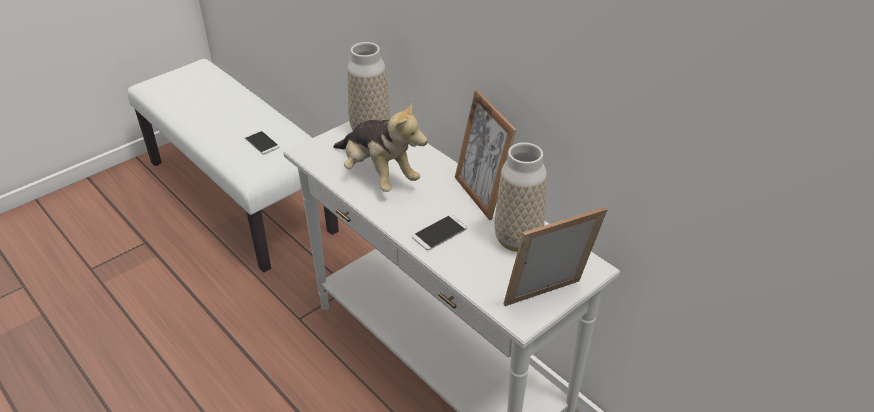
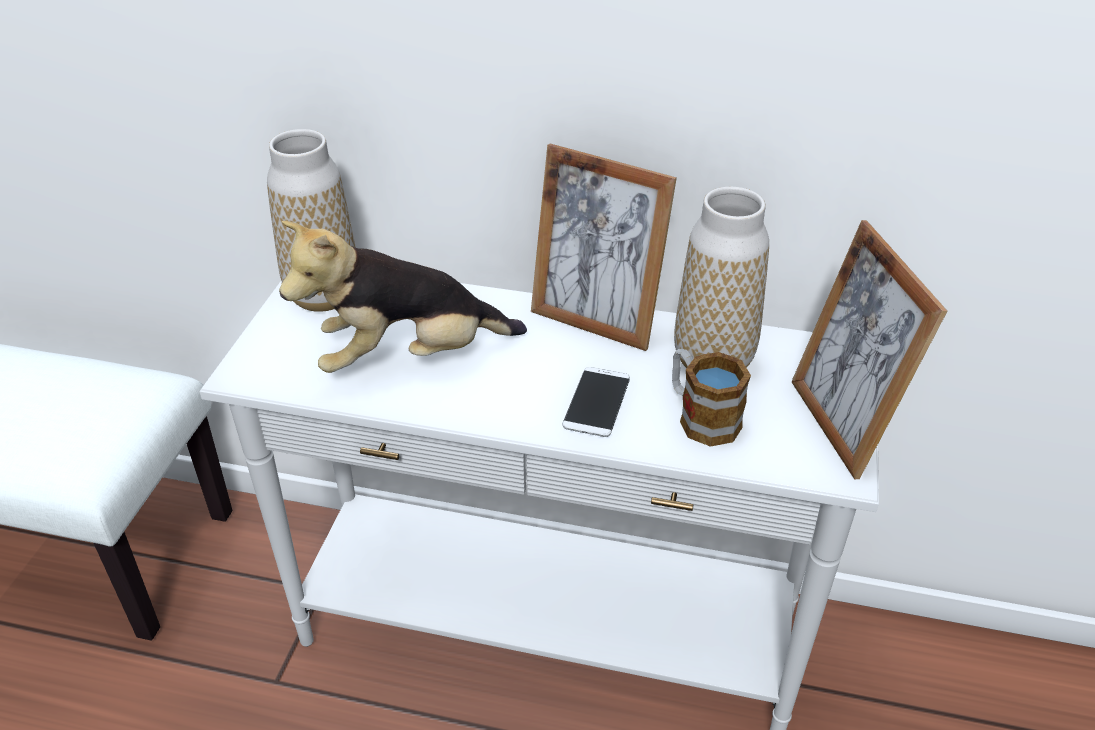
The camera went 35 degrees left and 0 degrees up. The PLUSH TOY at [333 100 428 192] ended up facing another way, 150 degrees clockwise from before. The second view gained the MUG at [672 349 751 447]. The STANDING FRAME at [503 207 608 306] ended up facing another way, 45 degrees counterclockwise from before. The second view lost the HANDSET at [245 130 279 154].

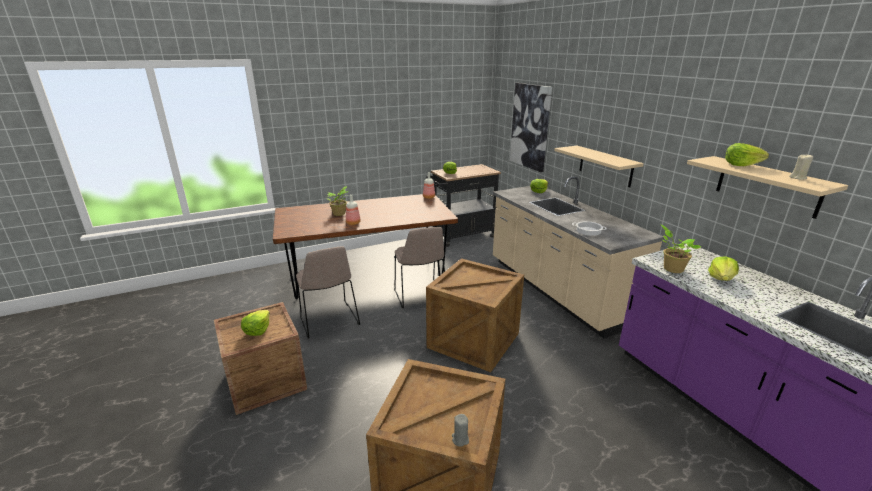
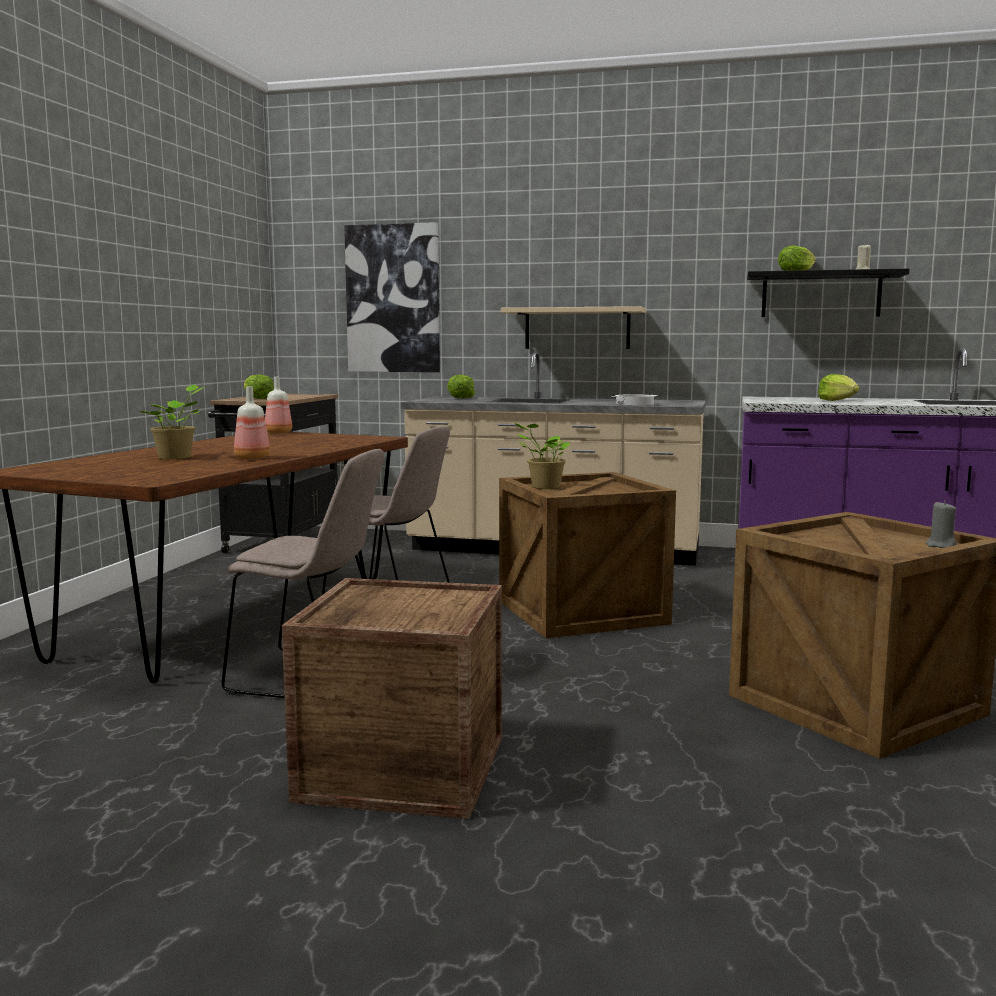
The camera went 50 degrees left and 15 degrees down. The POTTED PLANT ended up elsewhere, having gone from [660 224 702 273] to [515 423 570 489]. What was the SAND-COLOURED WALL SHELF at [687 156 849 219] turned into the BLACK WALL SHELF at [747 269 909 317]. The second view lost the HEAD OF LETTUCE at [241 310 270 336].

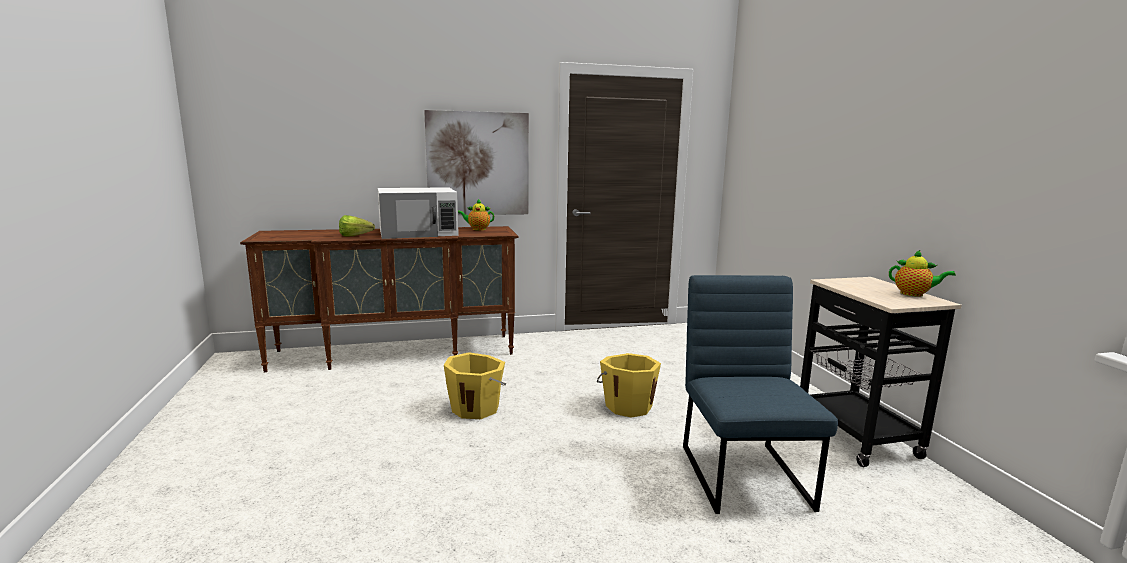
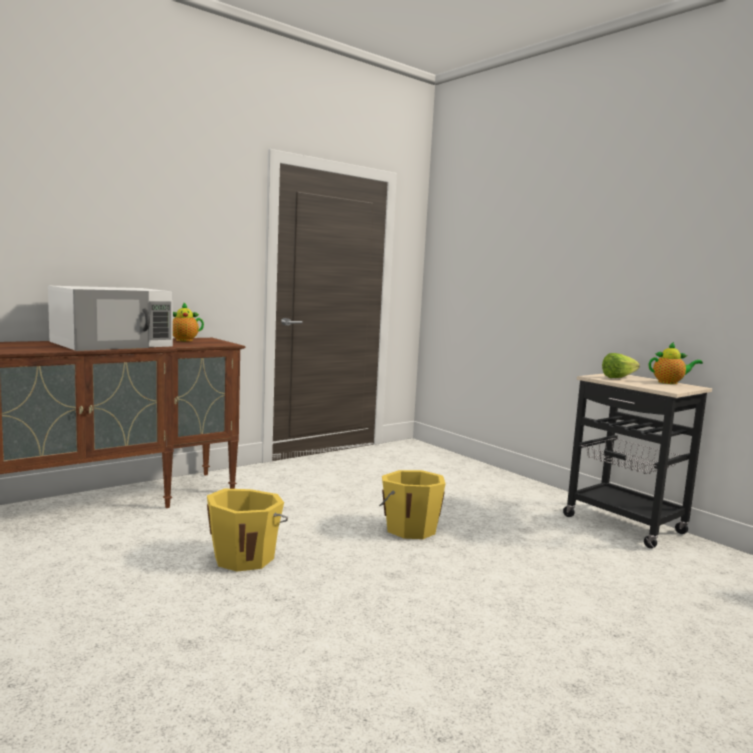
The camera went 25 degrees left and 5 degrees down. The HEAD OF LETTUCE ended up elsewhere, having gone from [339 215 375 236] to [602 353 640 378]. The second view lost the WALL ART at [424 110 529 215]. The second view lost the BLUE PLAIN CHAIR at [683 275 838 514].

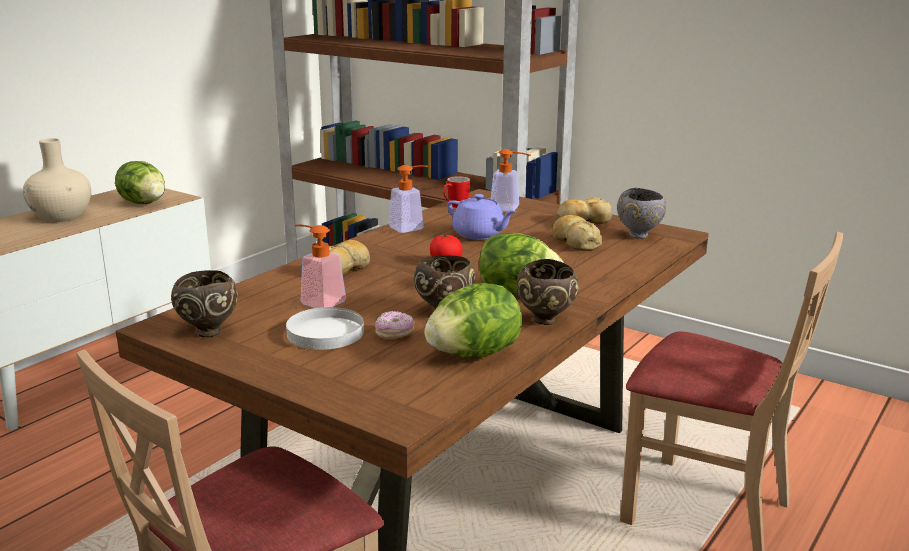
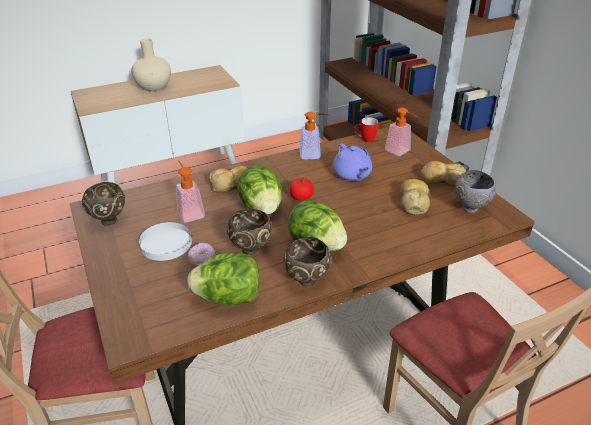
The camera went 30 degrees right and 15 degrees up. The HEAD OF LETTUCE ended up elsewhere, having gone from [115 161 165 204] to [237 165 282 215].

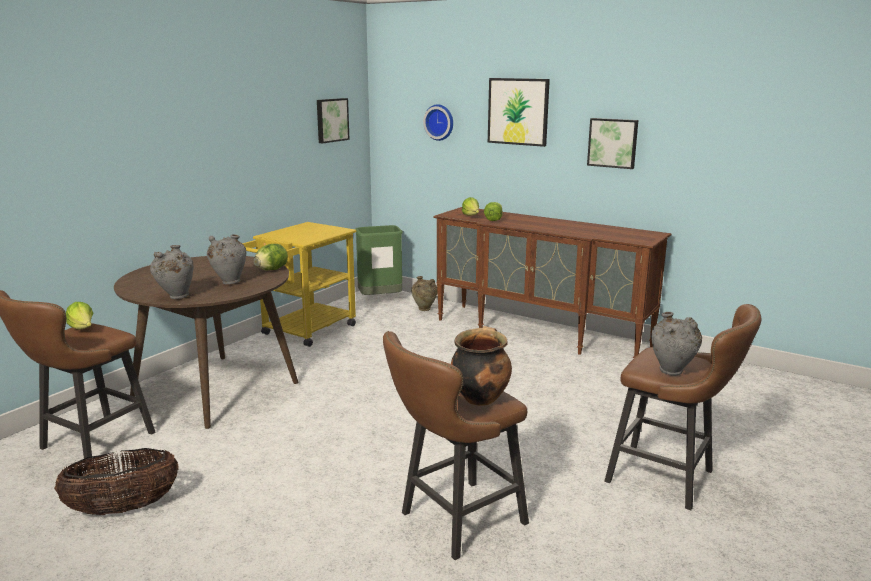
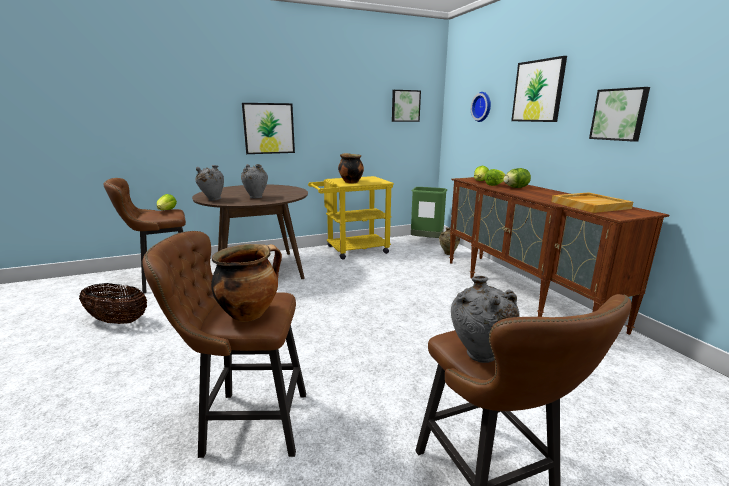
The camera went 35 degrees right and 0 degrees up. The second view gained the WALL ART at [242 103 295 154]. The second view gained the SAUCEPOT at [338 153 364 184]. The HEAD OF LETTUCE ended up elsewhere, having gone from [253 244 288 270] to [504 168 531 188]. The second view gained the SAND-COLOURED SERVING TRAY at [551 192 633 213].

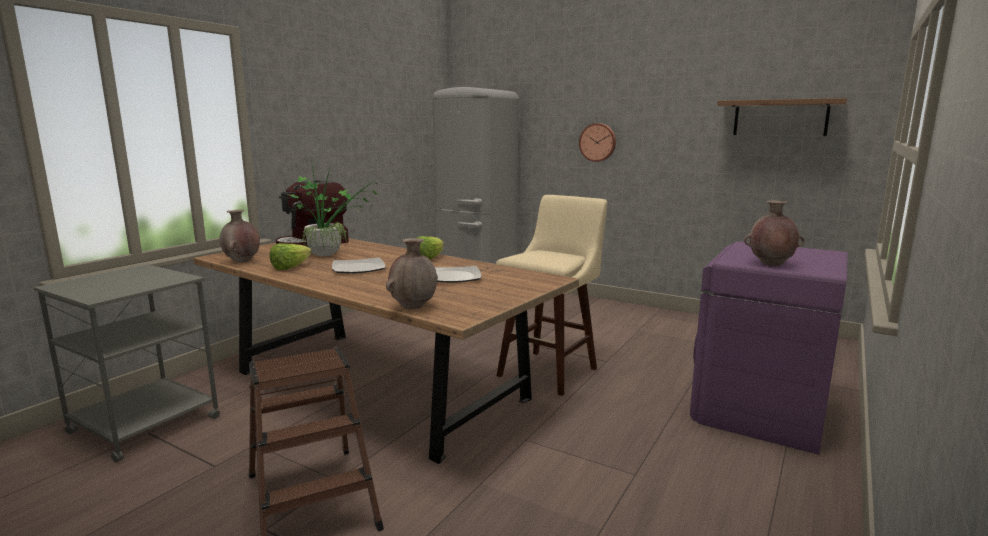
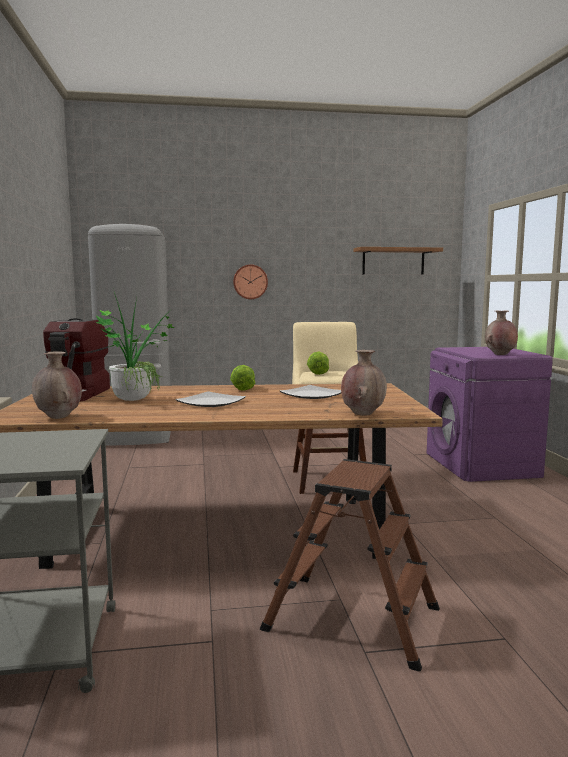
The camera went 40 degrees left and 5 degrees down. The HEAD OF LETTUCE ended up elsewhere, having gone from [269 243 312 270] to [307 351 329 375].

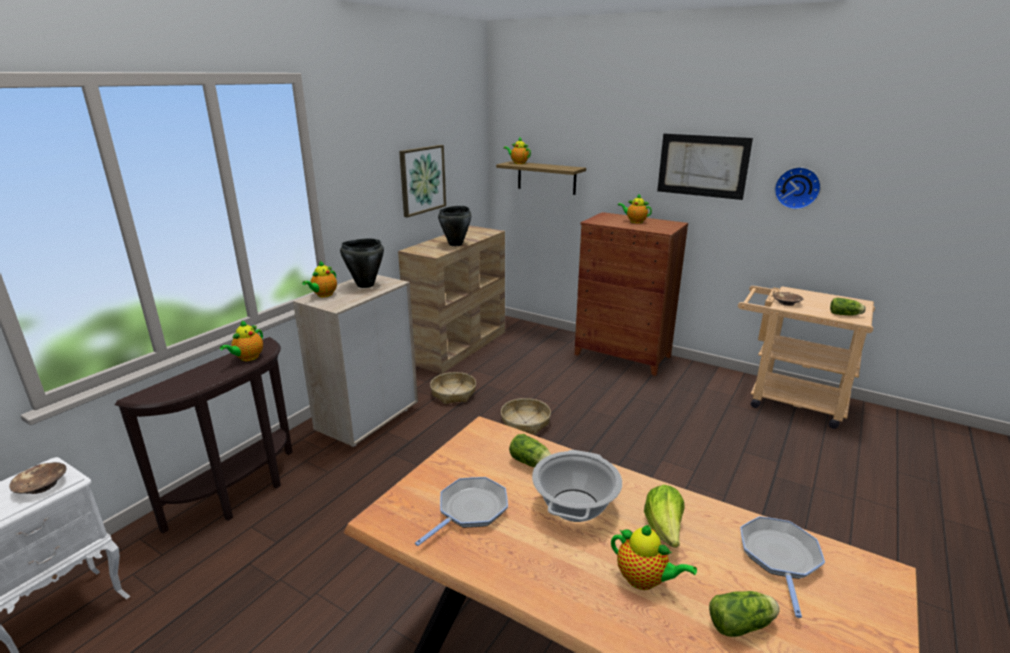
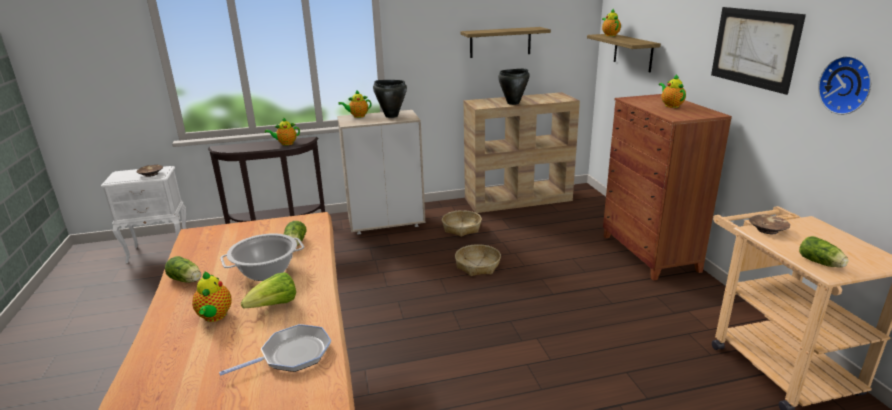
The camera went 45 degrees right and 0 degrees up. The HEAD OF LETTUCE ended up elsewhere, having gone from [709 591 780 637] to [165 256 201 283]. Where the WALL ART hung at [399 145 446 218], the WALL SHELF came to hang at [460 27 551 58]. The second view lost the SKILLET at [415 477 508 546].

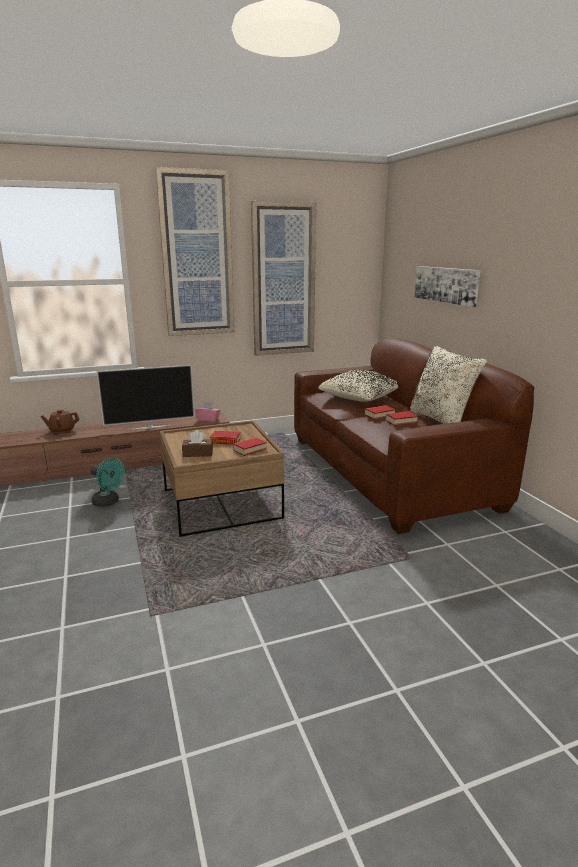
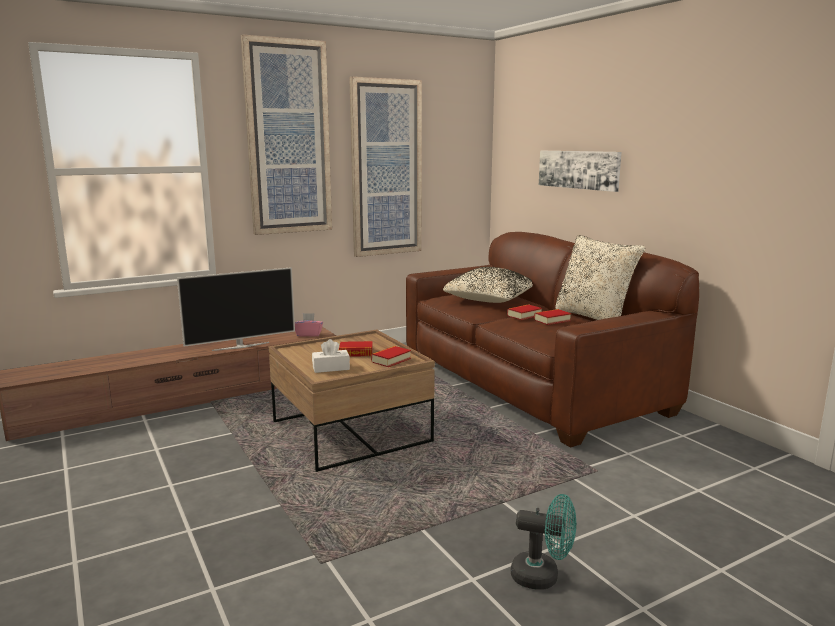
The camera went 10 degrees left and 5 degrees down. What was the BROWNISH TISSUE HOLDER at [182 430 213 457] turned into the WHITISH TISSUE HOLDER at [312 339 350 373]. The TURQUOISE-COLOURED ELECTRIC FAN ended up elsewhere, having gone from [91 457 125 507] to [511 494 576 589]. The second view lost the BROWNISH TEAPOT at [41 410 80 434].

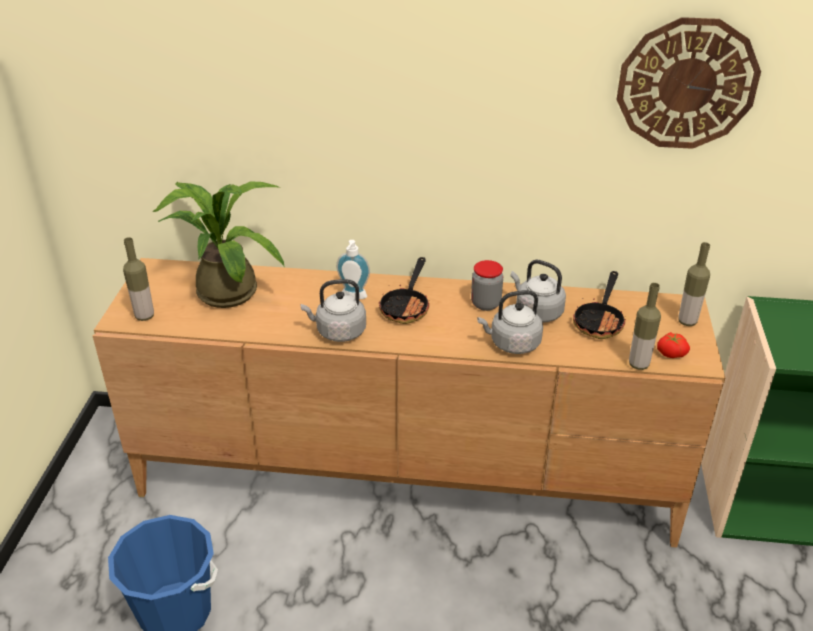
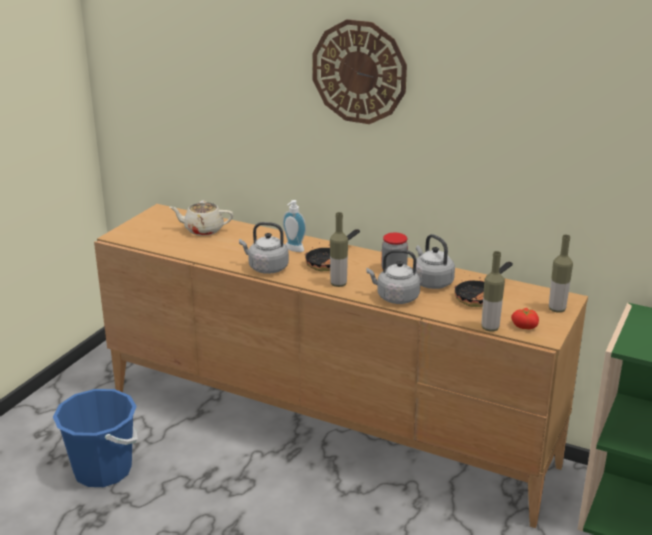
The camera went 20 degrees right and 10 degrees down. Where the POTTED PLANT stood at [152 181 285 308], the SAND-COLOURED TEAPOT came to stand at [169 201 233 236]. The WALL CLOCK ended up elsewhere, having gone from [617 17 761 149] to [312 19 407 124]. The BOTTLE ended up elsewhere, having gone from [123 237 154 321] to [330 212 348 287].

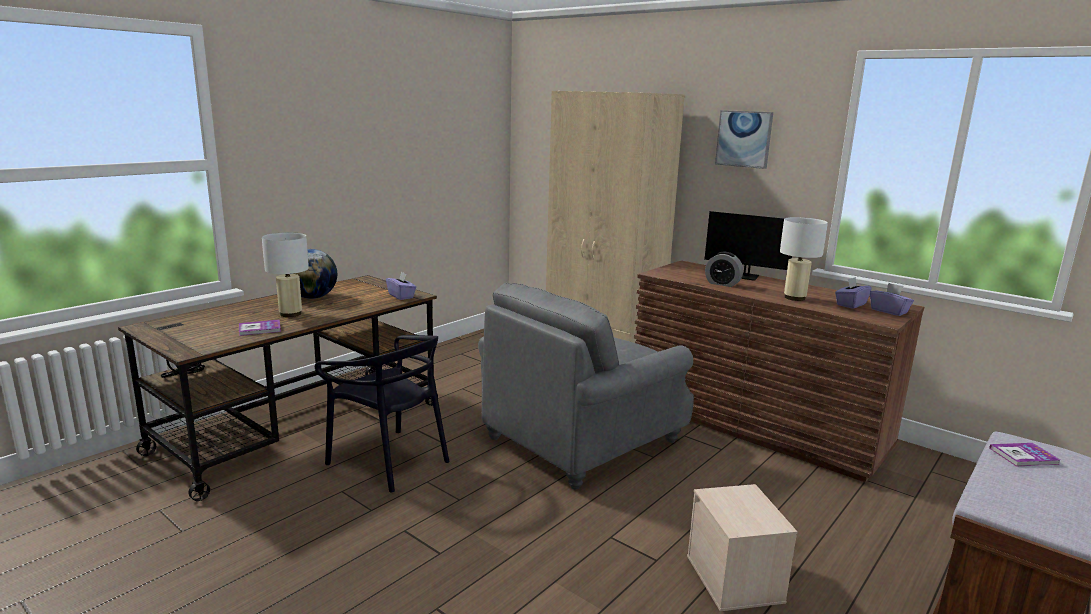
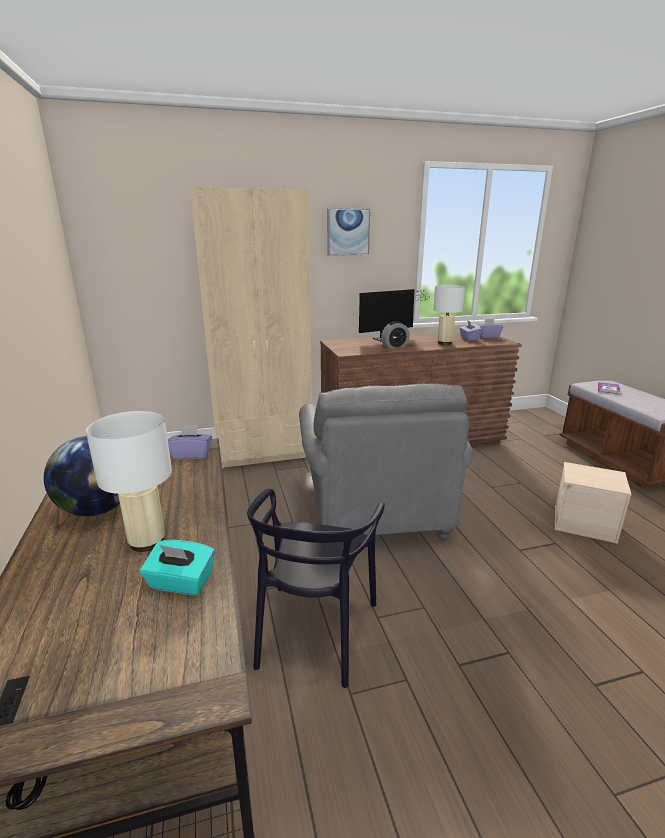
The camera went 55 degrees left and 5 degrees up. Where the BOOK stood at [239 320 281 336], the TURQUOISE-COLOURED TISSUE HOLDER came to stand at [140 540 215 595]. The BLACK PLAIN CHAIR at [315 335 449 493] ended up facing another way, 120 degrees clockwise from before.

